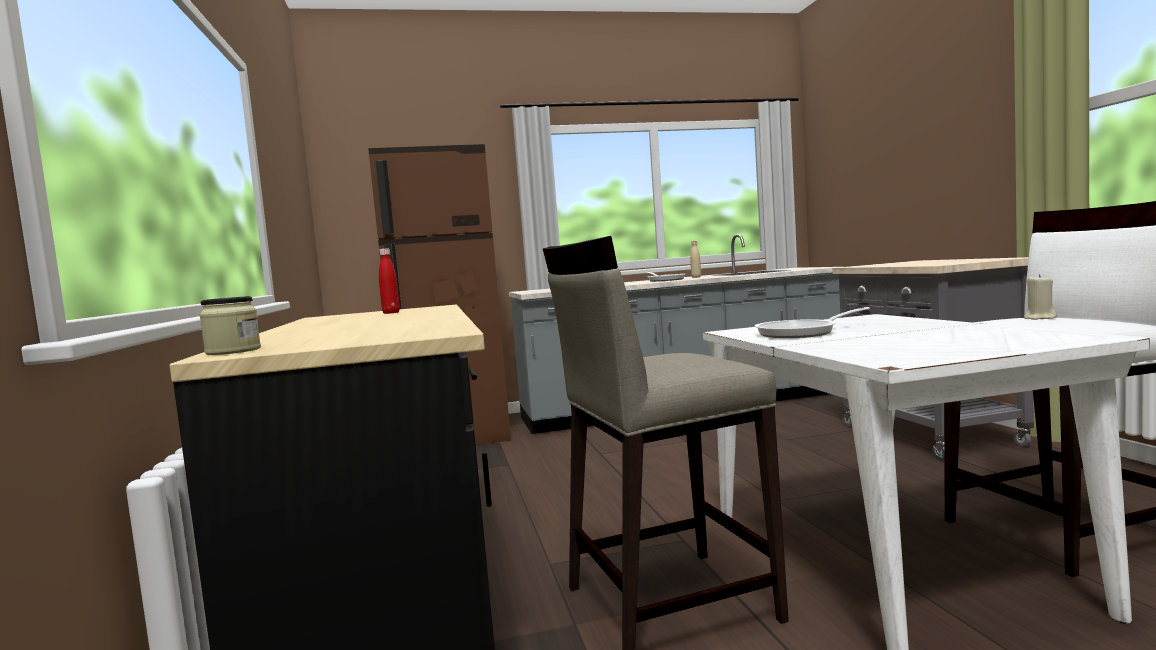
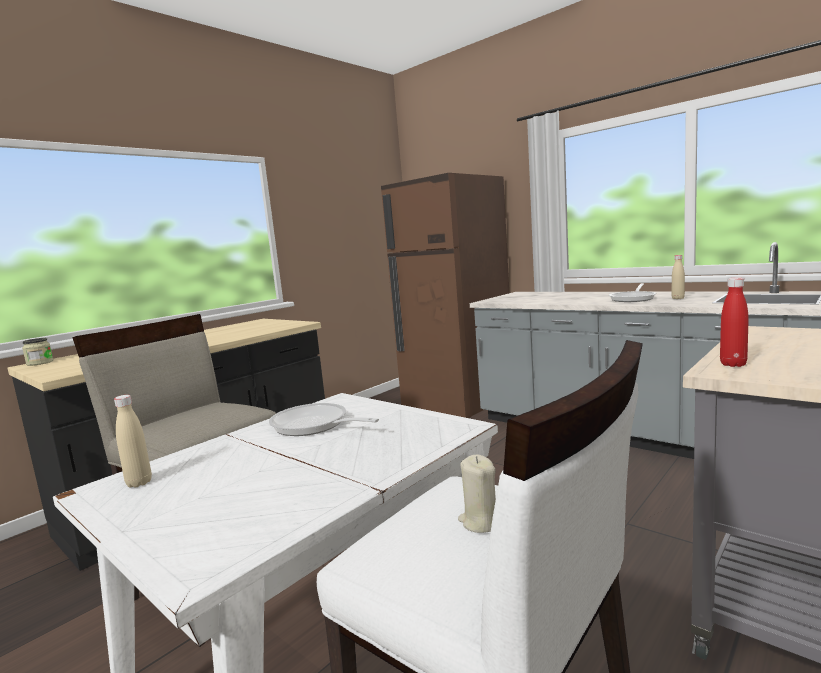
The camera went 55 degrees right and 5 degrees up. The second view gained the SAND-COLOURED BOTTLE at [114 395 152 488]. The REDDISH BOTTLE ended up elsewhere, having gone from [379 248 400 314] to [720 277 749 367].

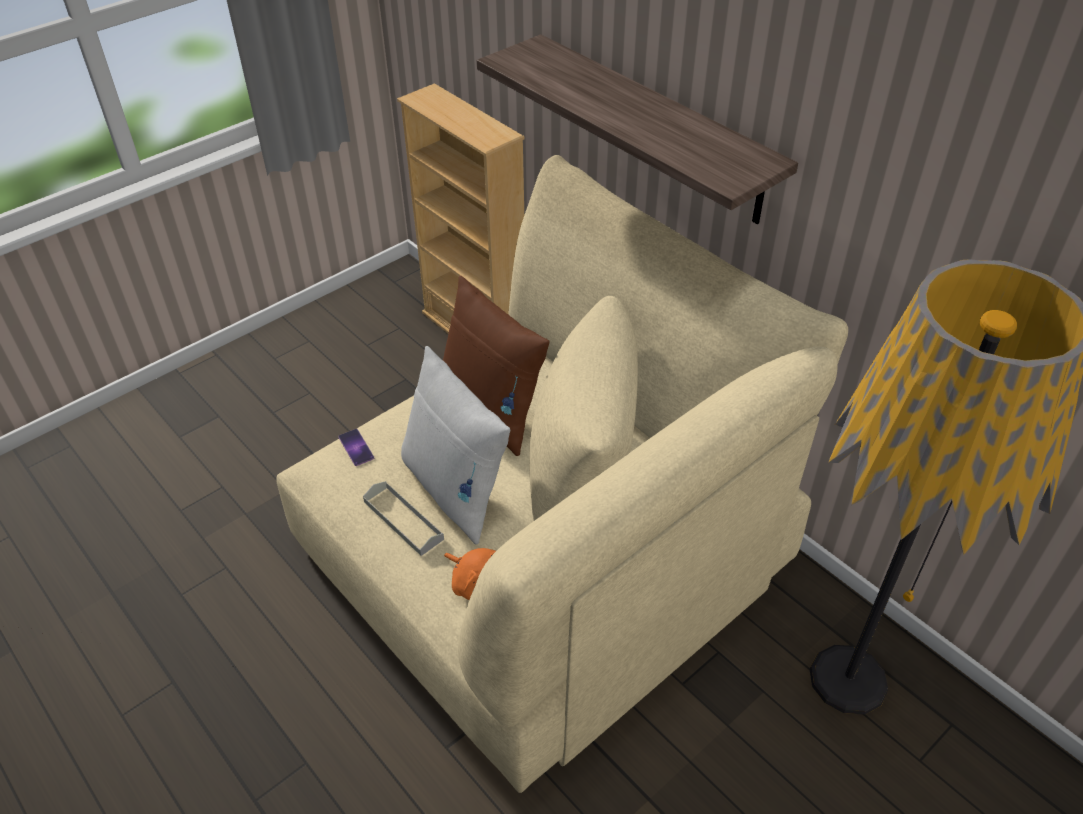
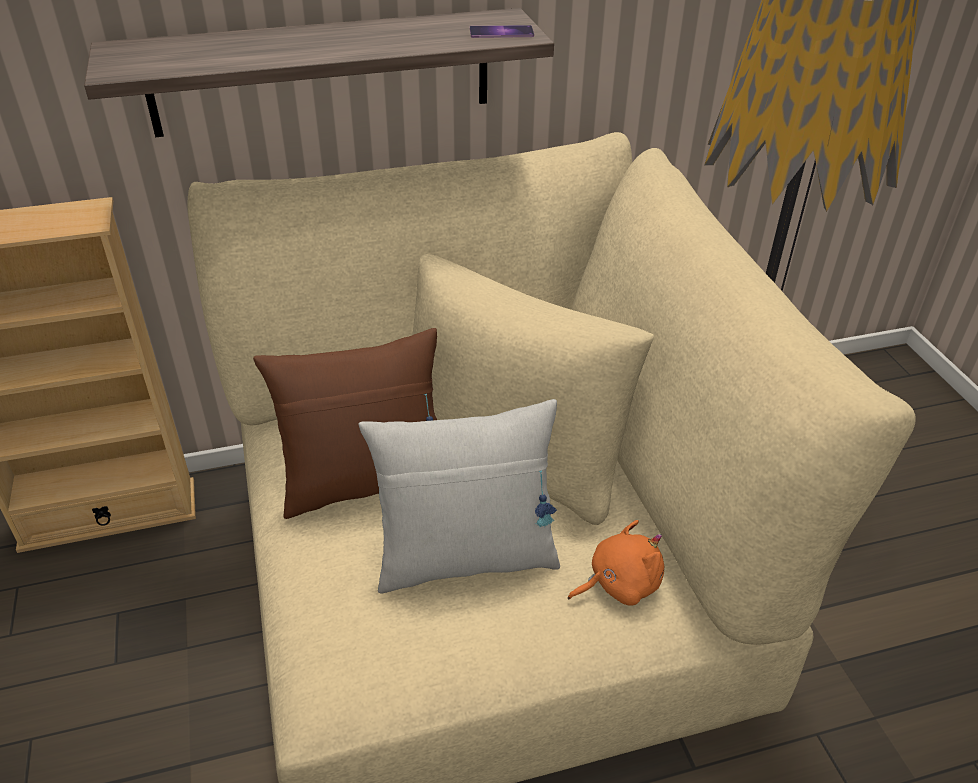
The camera went 65 degrees left and 5 degrees down. The HANDSET ended up elsewhere, having gone from [338 429 375 466] to [470 25 534 38]. The second view lost the GREY SERVING TRAY at [363 481 444 556].

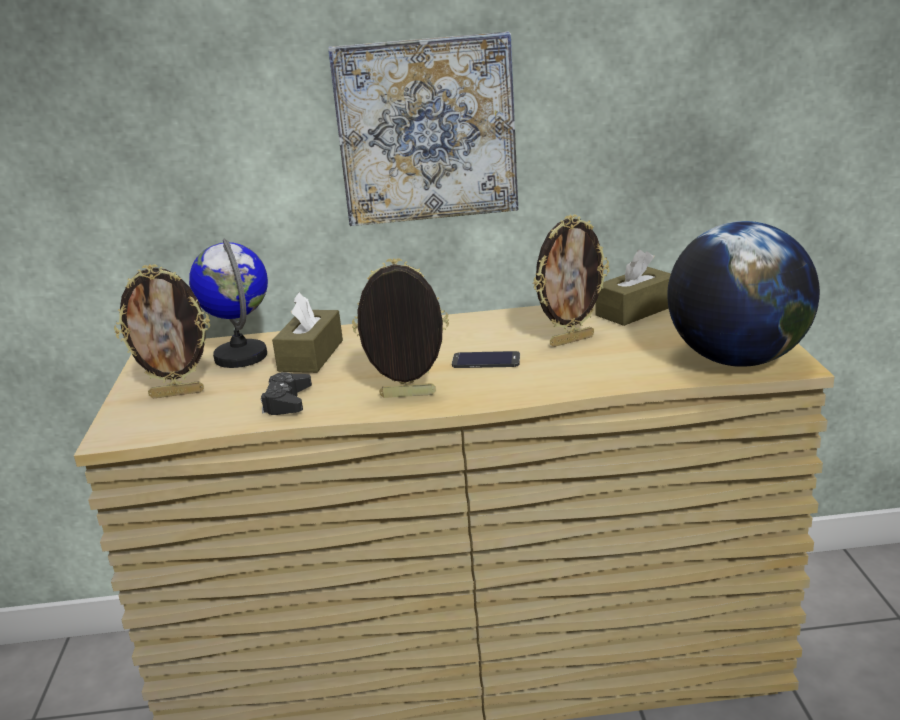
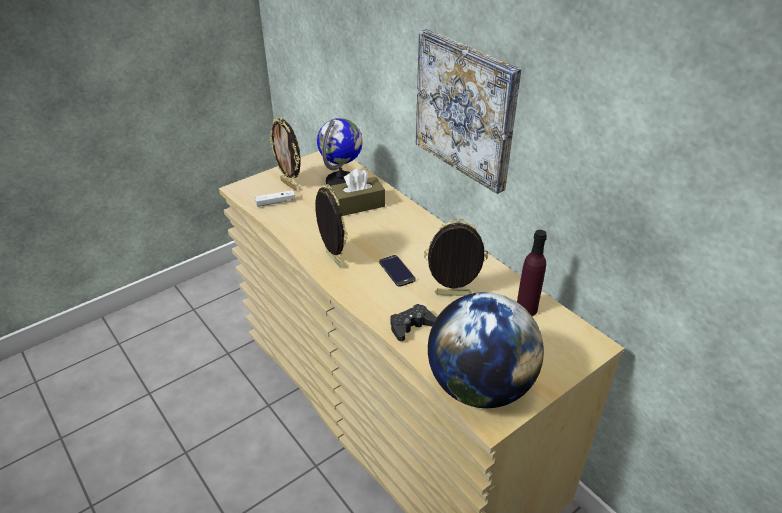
The camera went 55 degrees right and 15 degrees up. The second view gained the WHITISH JOYPAD at [255 190 295 207]. The BLACK JOYPAD ended up elsewhere, having gone from [261 372 312 415] to [391 304 437 341]. The STANDING FRAME at [533 214 610 347] ended up facing another way, 150 degrees clockwise from before. Where the BROWNISH TISSUE HOLDER stood at [595 250 671 326], the PURPLISH BOTTLE came to stand at [517 230 547 316].

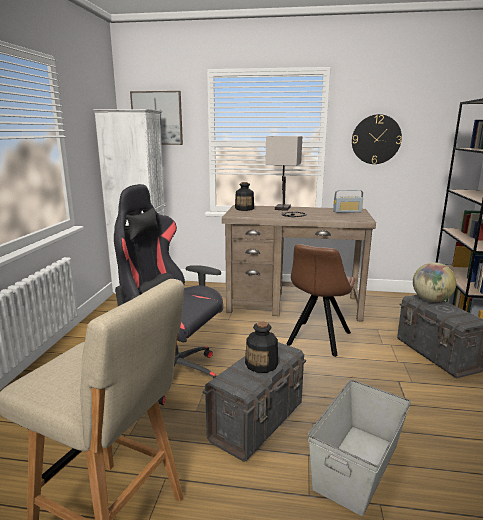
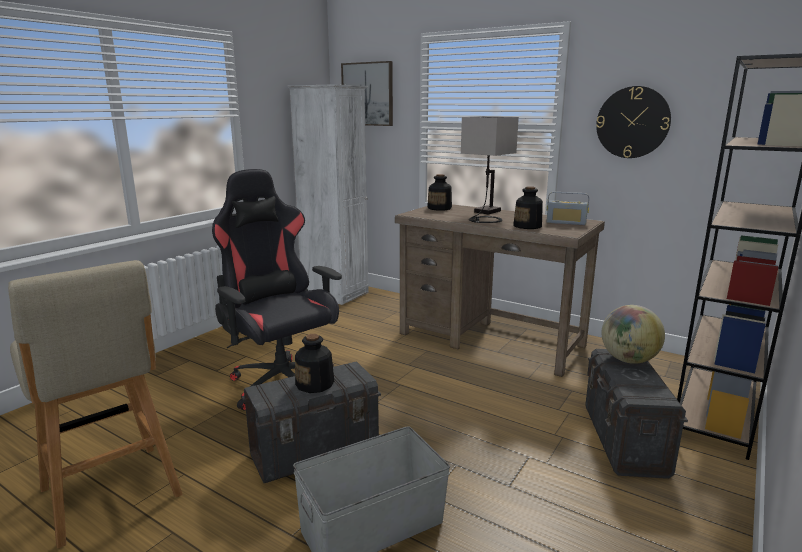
The camera went 25 degrees right and 0 degrees up. The second view gained the BOTTLE at [513 186 543 229]. The second view lost the BROWNISH PLAIN CHAIR at [286 244 355 357].

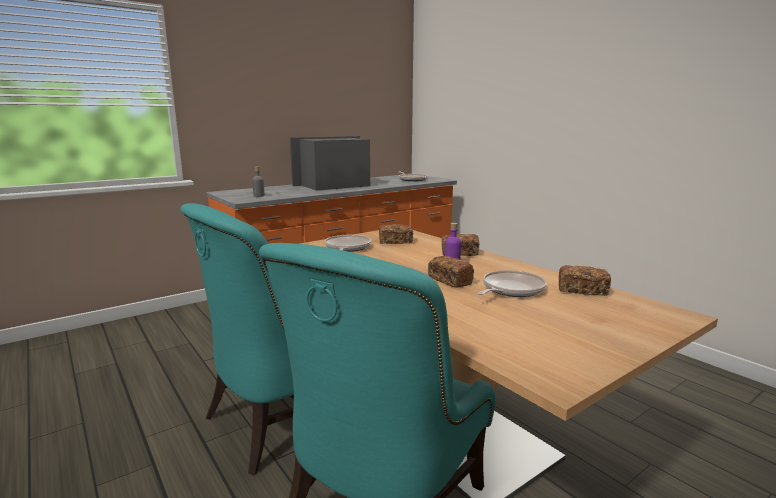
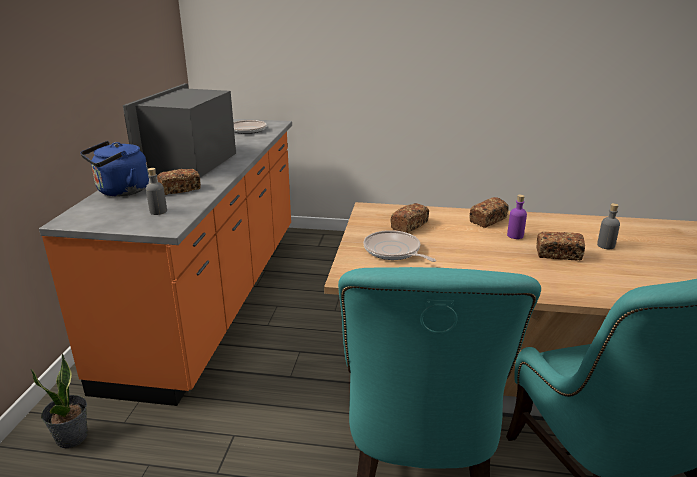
The camera went 45 degrees left and 10 degrees up. The second view gained the POTTED PLANT at [31 354 88 448]. The second view gained the BLUE TEA KETTLE at [81 141 149 196]. The BAKED BREAD ended up elsewhere, having gone from [559 265 611 296] to [157 169 201 195]. Where the SKILLET stood at [477 270 547 297], the GREY BOTTLE came to stand at [597 203 620 249].

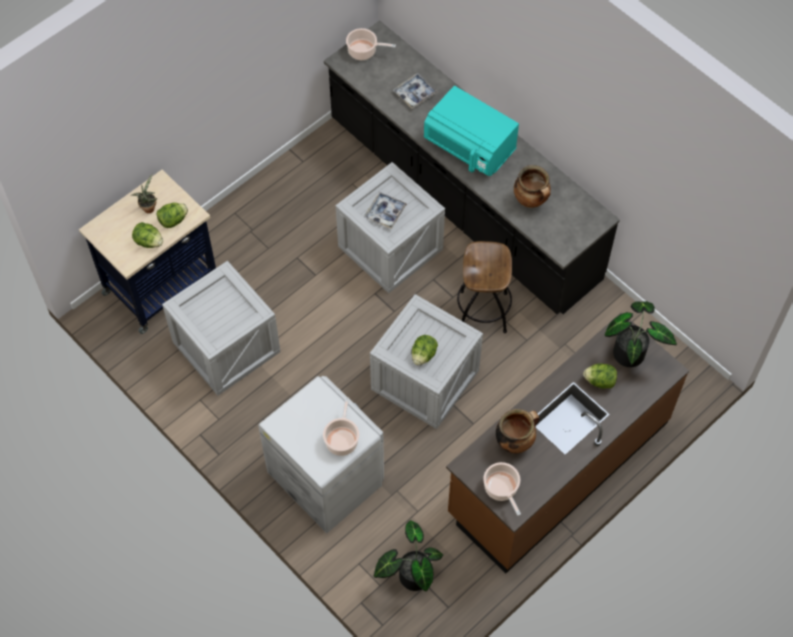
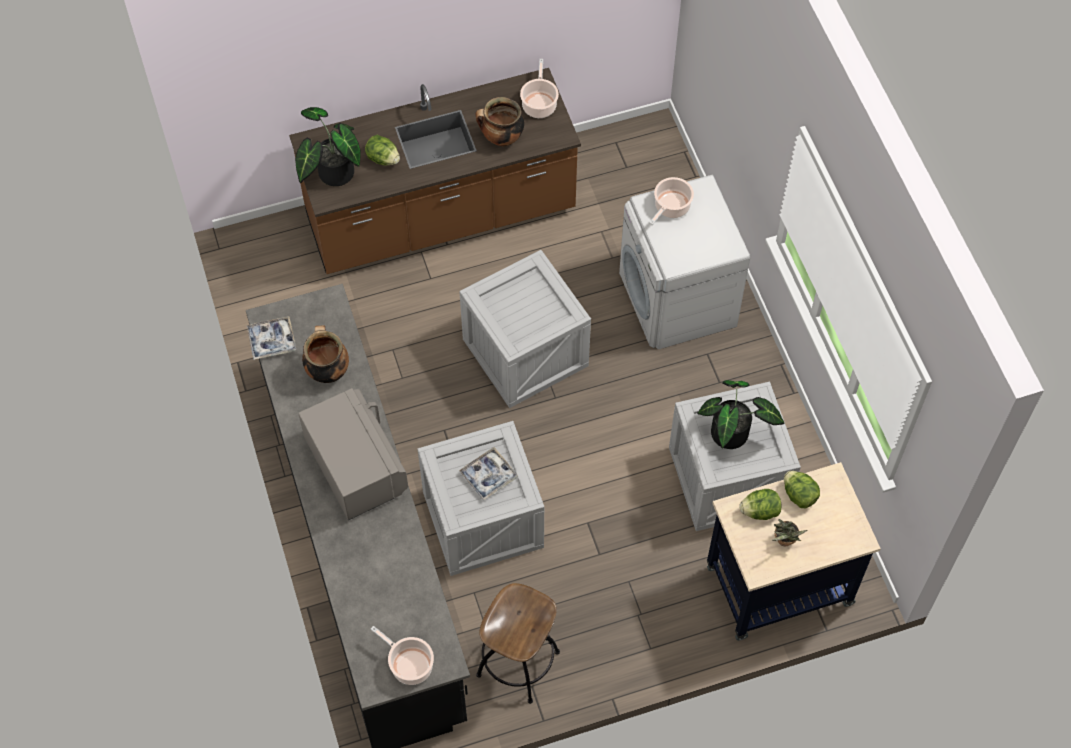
The camera went 155 degrees left and 0 degrees up. The SERVING TRAY ended up elsewhere, having gone from [393 73 437 109] to [246 316 297 360]. What was the TURQUOISE-COLOURED MICROWAVE OVEN at [424 86 519 176] turned into the GREY MICROWAVE OVEN at [298 388 408 520]. The BROWNISH STOOL ended up elsewhere, having gone from [457 241 512 333] to [476 583 560 704]. The POTTED PLANT ended up elsewhere, having gone from [374 520 443 591] to [697 380 784 449]. The second view lost the HEAD OF LETTUCE at [412 335 438 366].

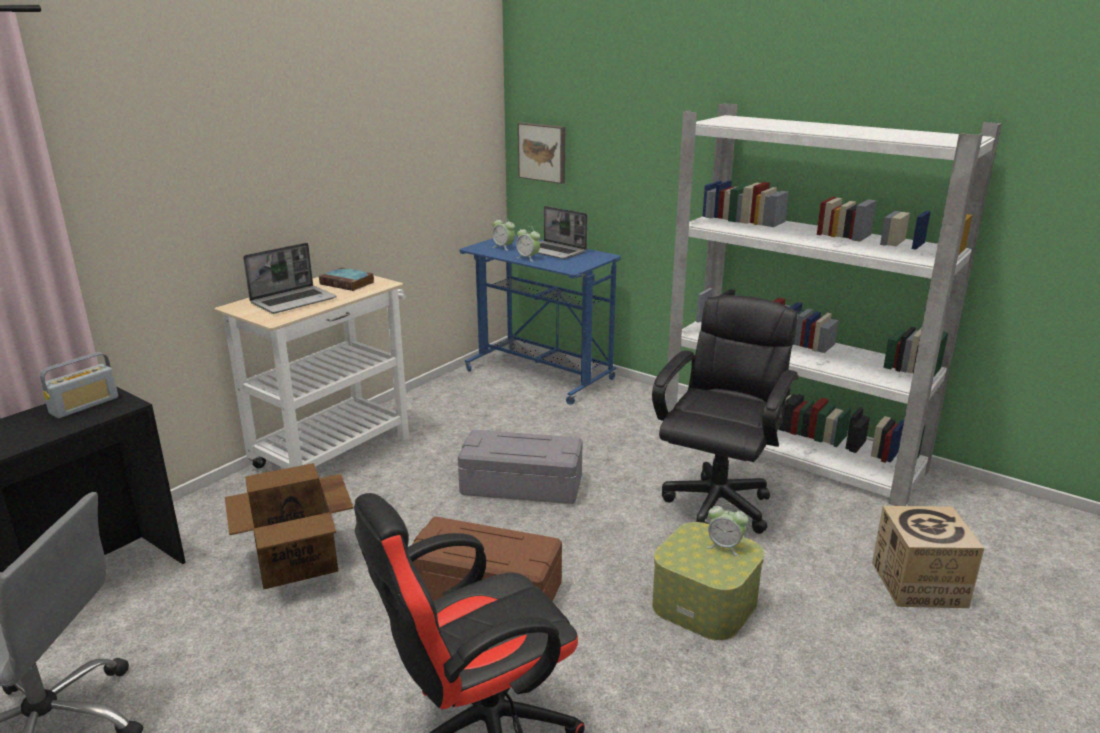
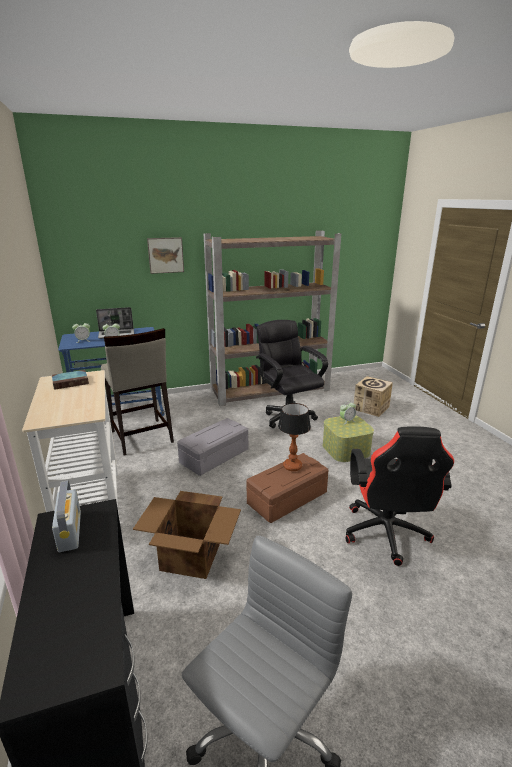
The camera went 55 degrees left and 0 degrees up. The second view gained the SAND-COLOURED STOOL at [101 328 174 455]. The WALL ART ended up elsewhere, having gone from [518 122 565 184] to [147 237 184 274]. What was the WHITISH BOOKCASE at [665 103 1002 506] turned into the BROWNISH BOOKCASE at [203 230 341 406]. The second view gained the TABLETOP LAMP at [278 403 311 471]. The second view lost the NOTEBOOK COMPUTER at [243 243 337 314].

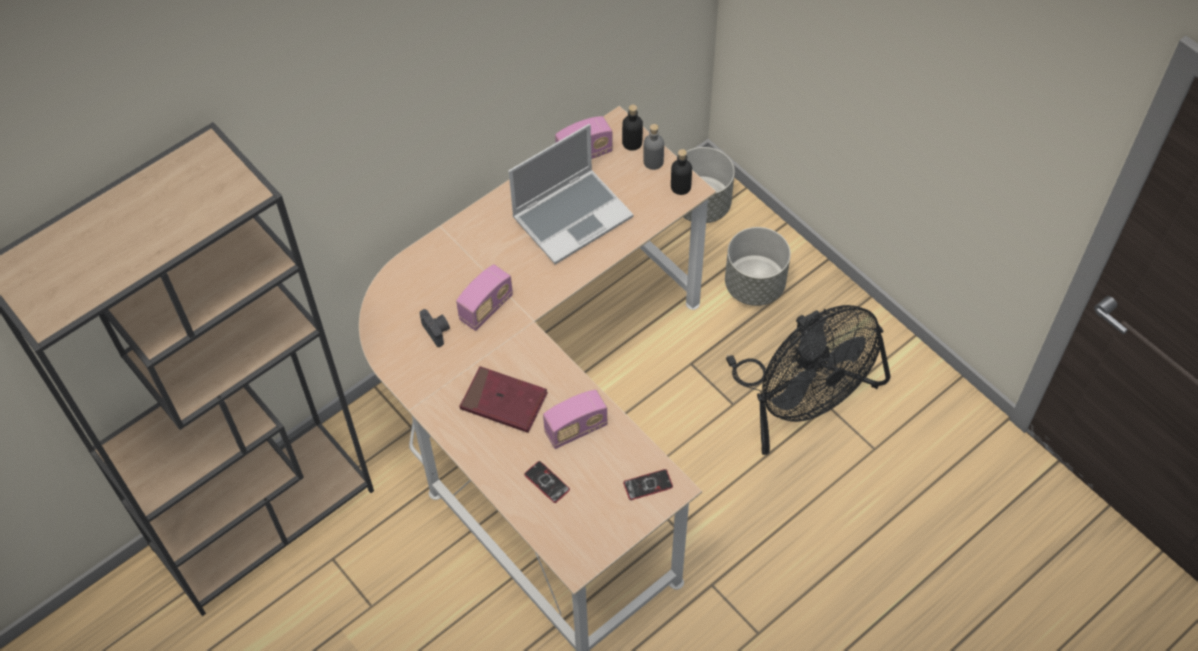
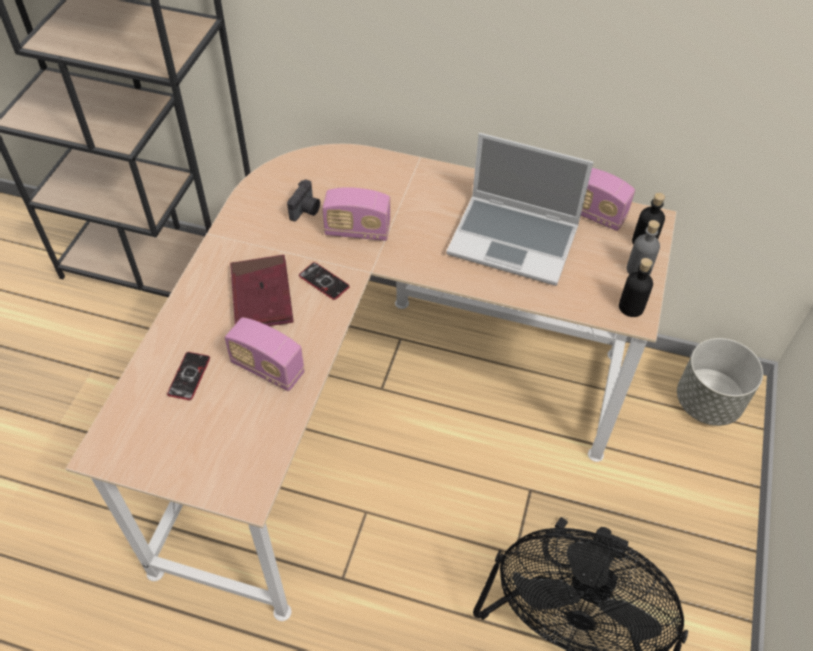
The camera went 55 degrees right and 5 degrees down. The HANDSET ended up elsewhere, having gone from [623 469 673 500] to [299 262 350 300]. The second view lost the GREY PLANT POT at [725 227 791 306].

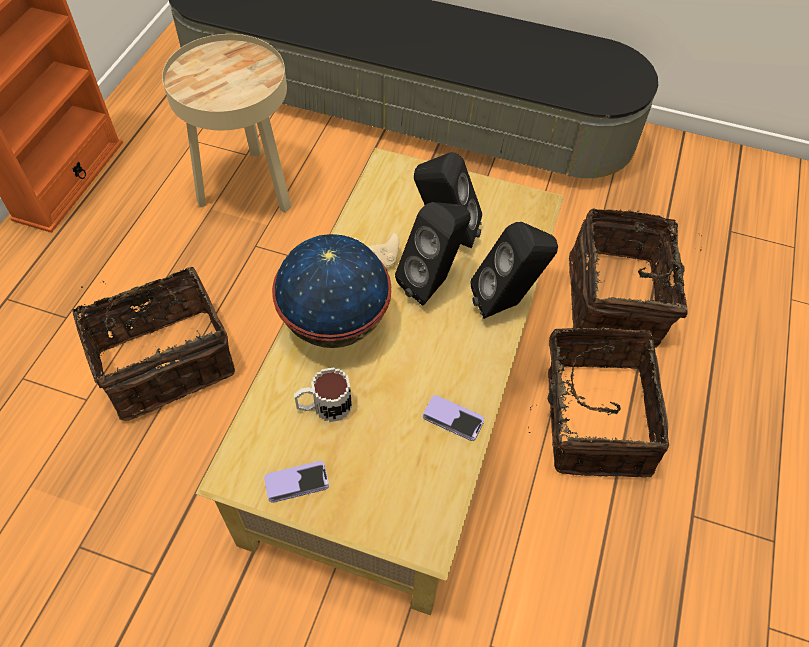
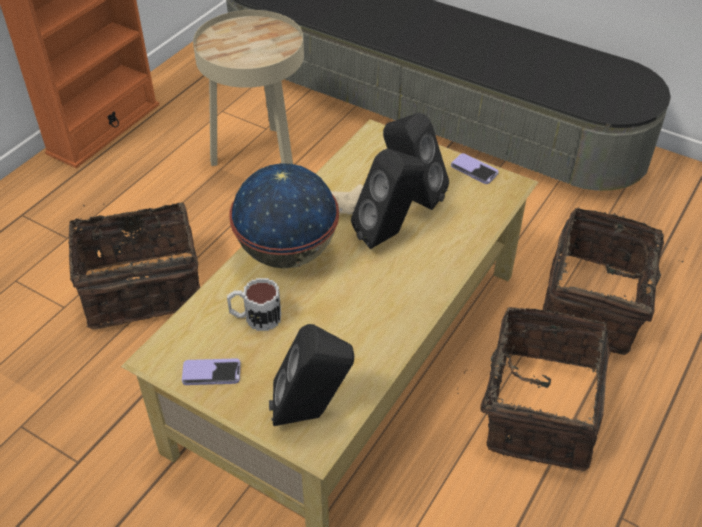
The camera went 15 degrees right and 10 degrees down. The BLACK SPEAKER ended up elsewhere, having gone from [470 222 558 319] to [269 324 354 426]. The HANDSET ended up elsewhere, having gone from [423 395 484 441] to [451 153 499 184].

